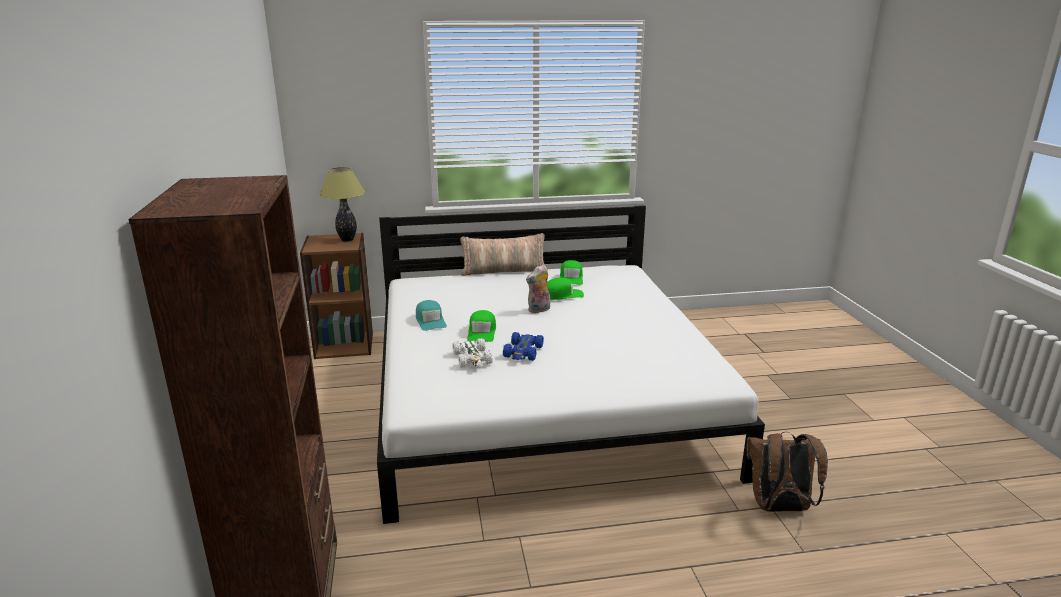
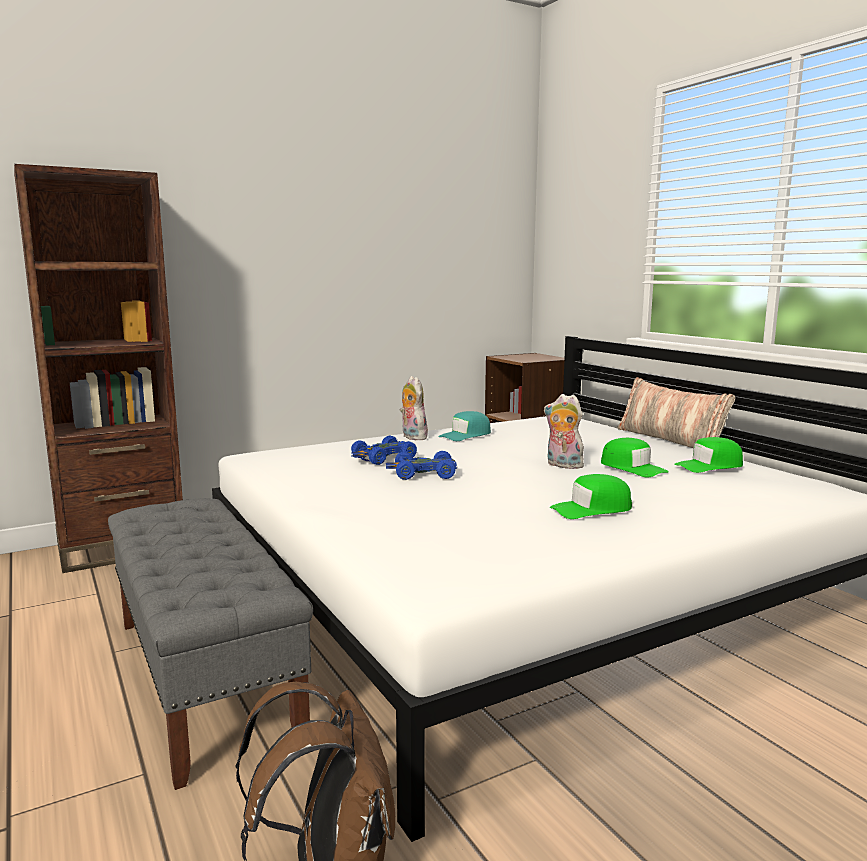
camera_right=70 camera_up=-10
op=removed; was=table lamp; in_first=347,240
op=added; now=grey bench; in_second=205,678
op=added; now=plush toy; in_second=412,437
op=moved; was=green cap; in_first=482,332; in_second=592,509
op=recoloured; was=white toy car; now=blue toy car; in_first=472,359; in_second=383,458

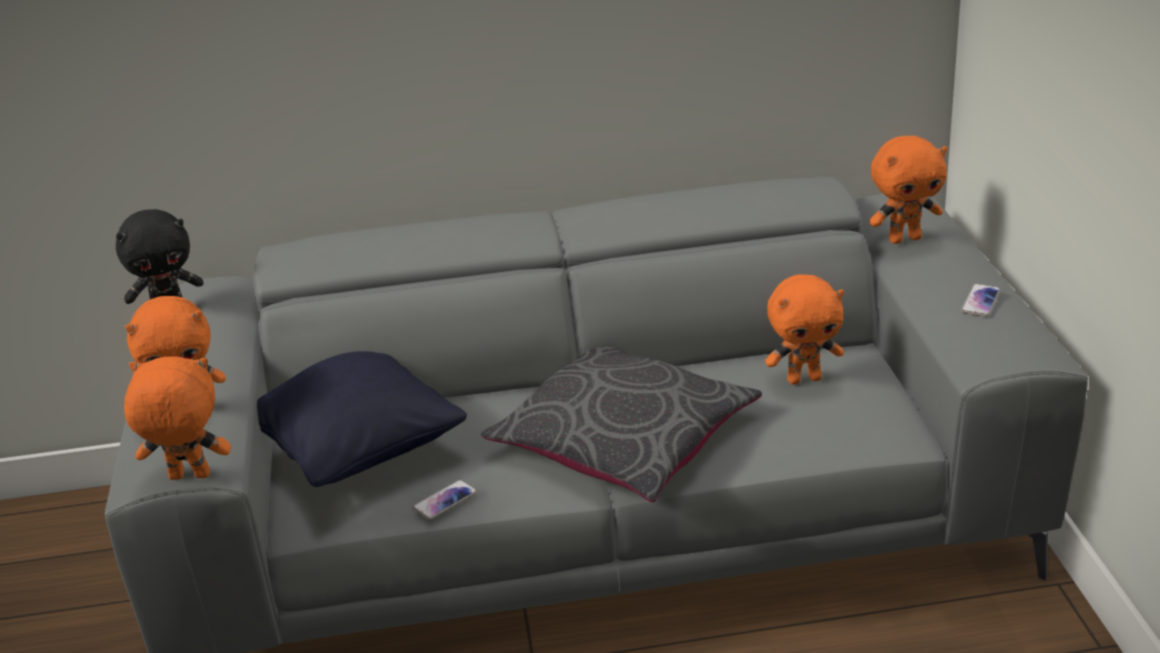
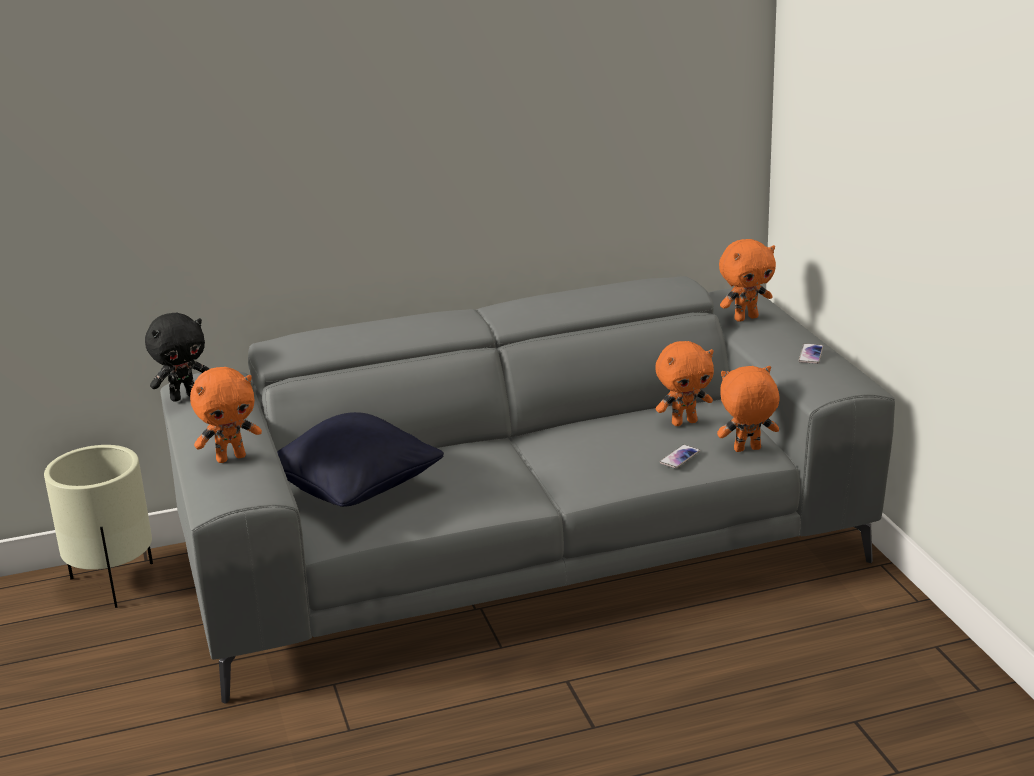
camera_right=-10 camera_up=-5
op=removed; was=grey pillow; in_first=625,440
op=added; now=beige planter; in_second=113,582
op=moved; was=orange plush toy; in_first=188,477; in_second=747,450
op=moved; was=phone; in_first=445,500; in_second=679,457

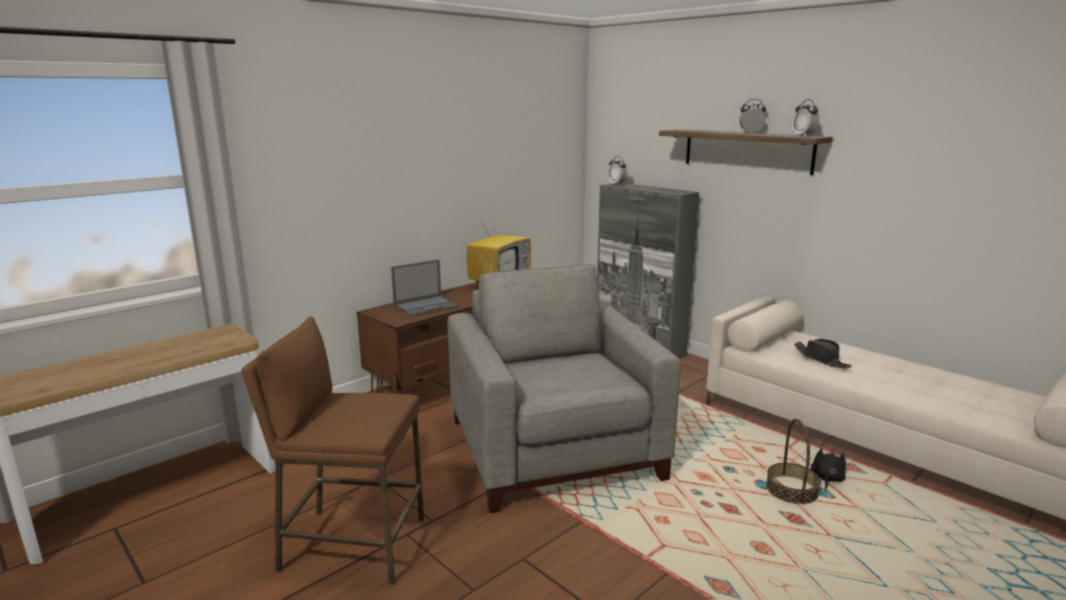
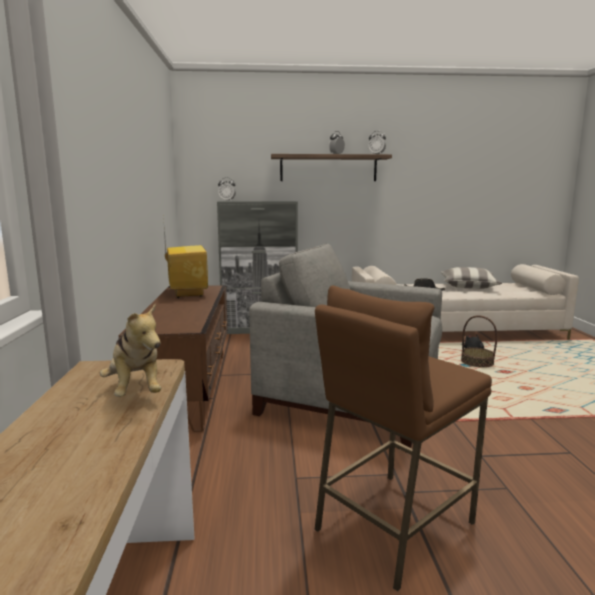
camera_right=-50 camera_up=-5
op=removed; was=laptop; in_first=426,306
op=added; now=plush toy; in_second=135,391
op=added; now=pillow; in_second=468,287

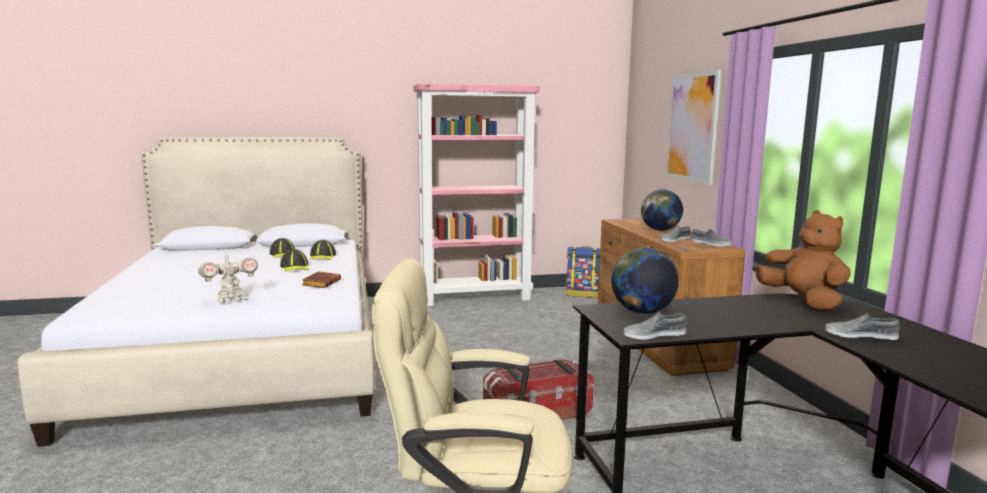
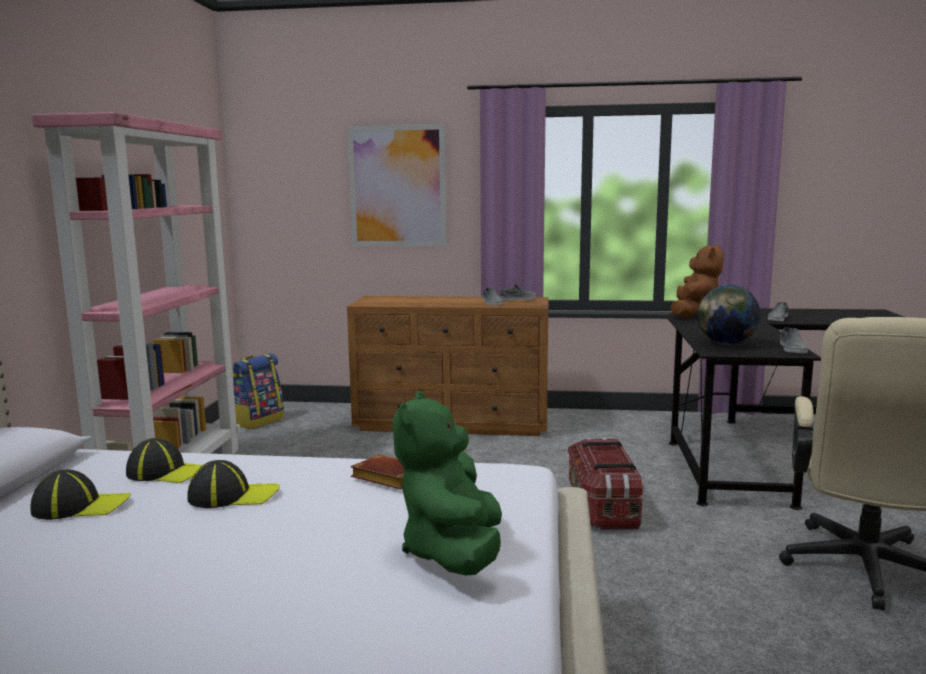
camera_right=-70 camera_up=0
op=removed; was=globe; in_first=660,230
op=replaced; was=toy robot; now=green plush toy; in_first=230,300; in_second=453,553
op=turned; was=brown plush toy; in_first=803,301; in_second=693,314; clockwise=120

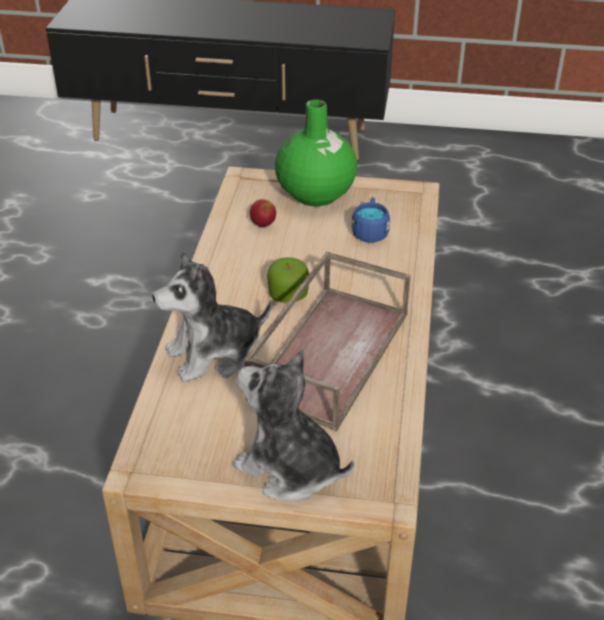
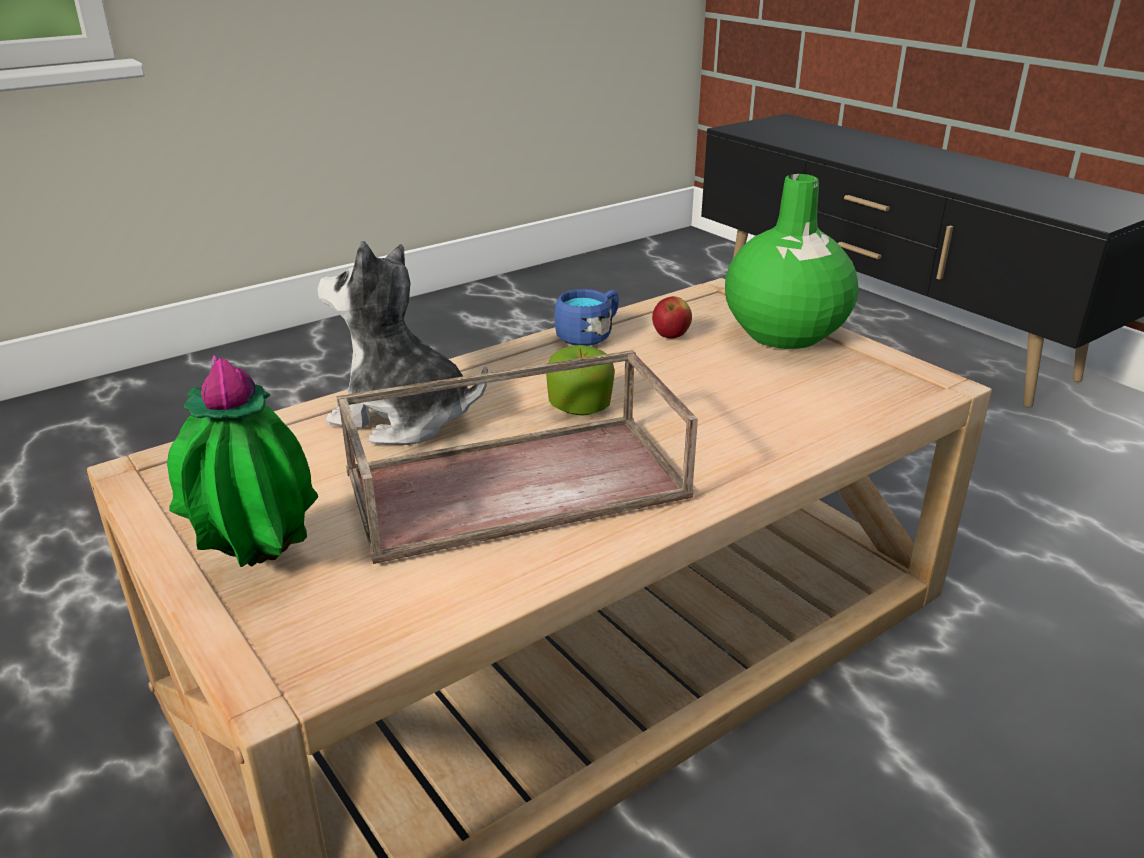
camera_right=45 camera_up=-10
op=moved; was=blue mug; in_first=370,231; in_second=589,335
op=replaced; was=plush toy; now=potted plant; in_first=290,468; in_second=258,568

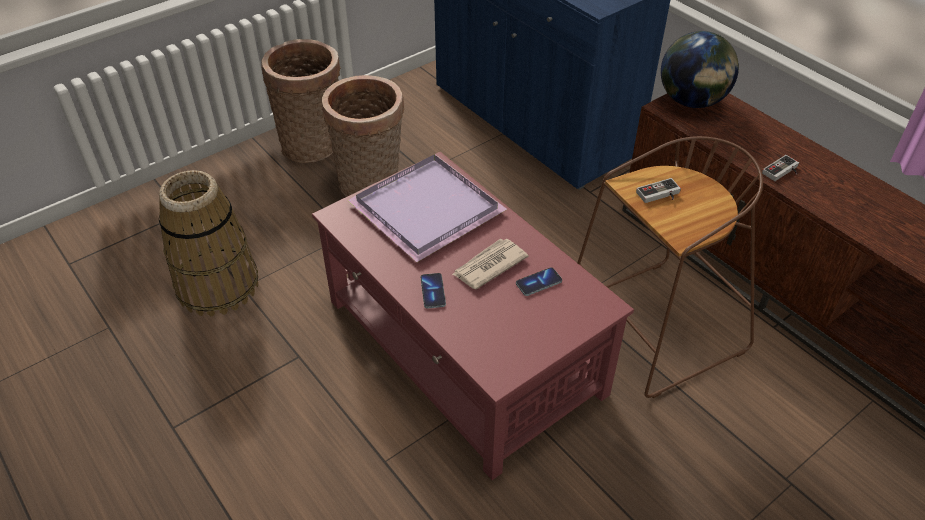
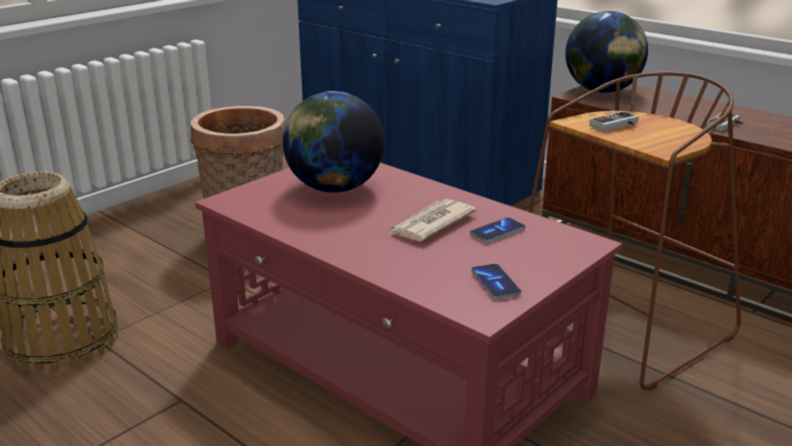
camera_right=-10 camera_up=-20
op=removed; was=basket; in_first=313,145
op=moved; was=phone; in_first=433,291; in_second=495,283
op=replaced; was=purple tray; now=globe; in_first=423,208; in_second=334,188

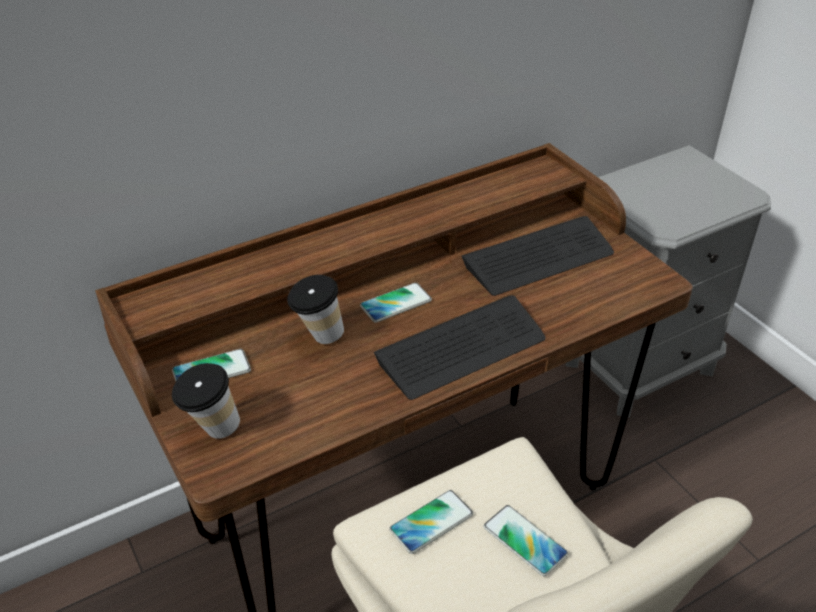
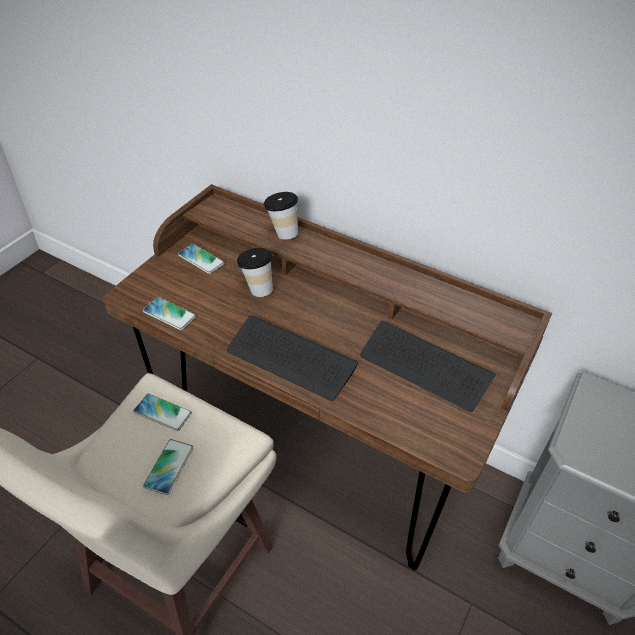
camera_right=60 camera_up=5
op=moved; was=cup; in_first=211,430; in_second=282,233
op=moved; was=phone; in_first=396,303; in_second=169,314

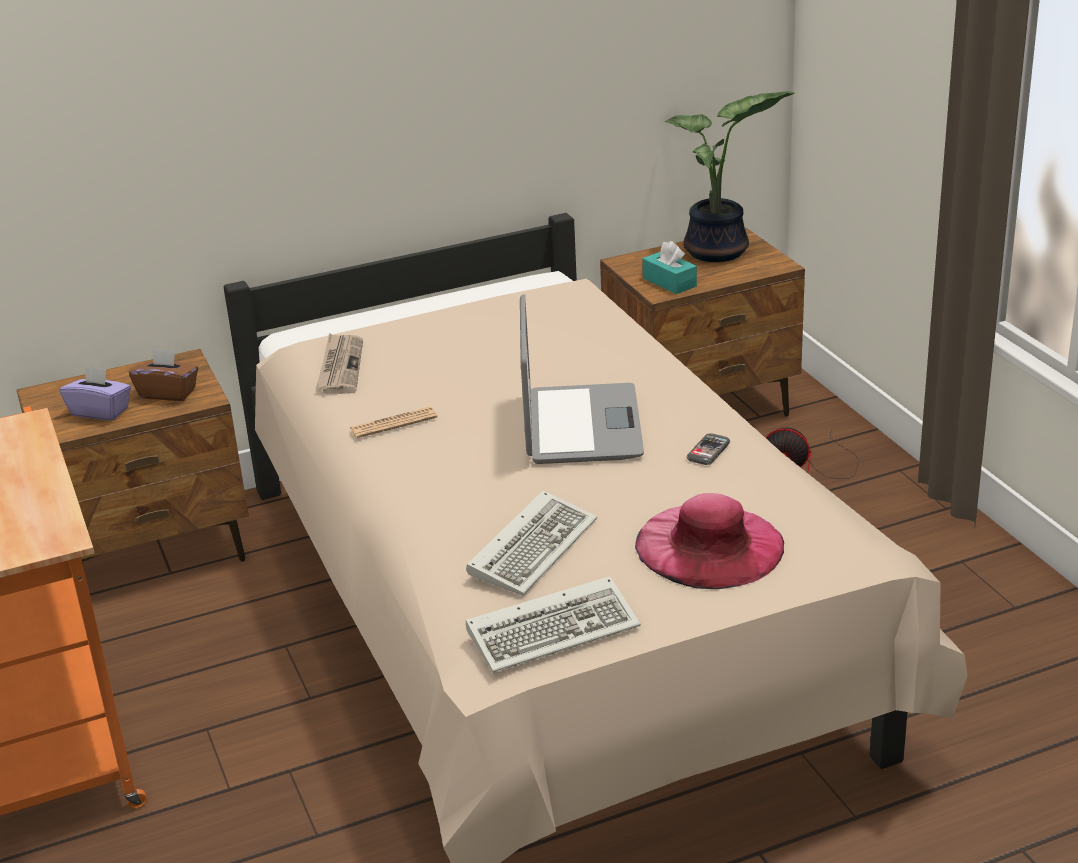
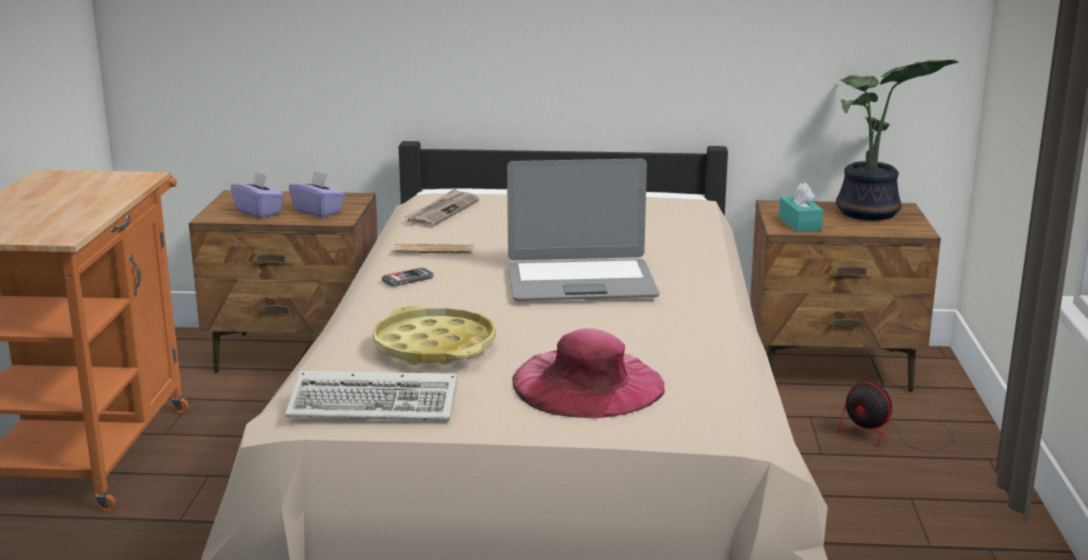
camera_right=25 camera_up=-10
op=moved; was=phone; in_first=708,451; in_second=407,279
op=replaced; was=keyboard; now=yellow tray; in_first=533,547; in_second=435,347
op=recoloured; was=brown tissue box; now=purple tissue box; in_first=168,393; in_second=318,212
op=turned; was=laptop; in_first=580,426; in_second=581,282; clockwise=60

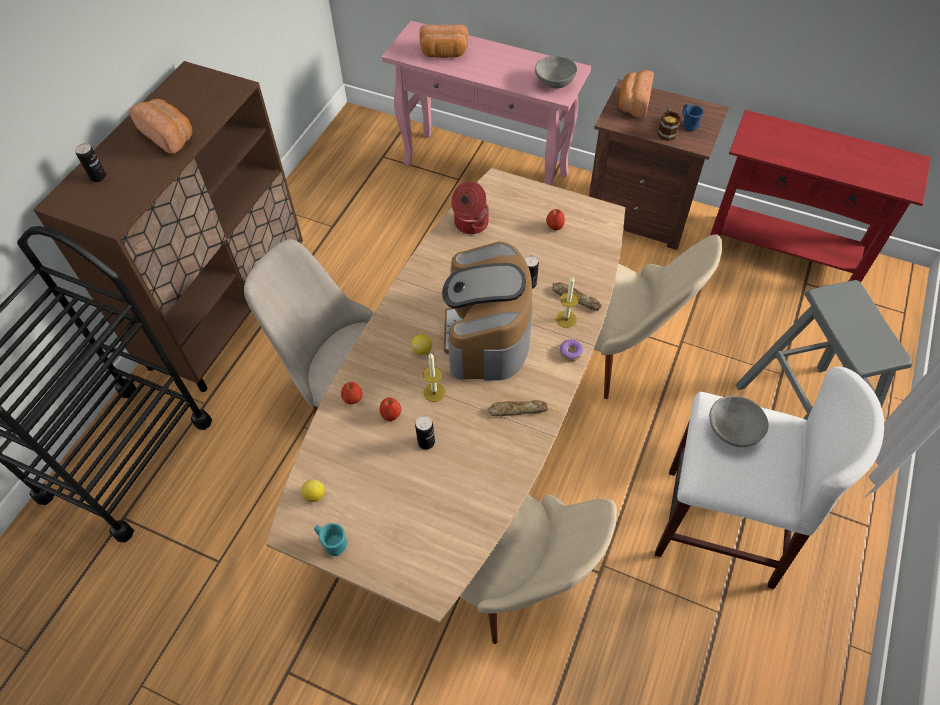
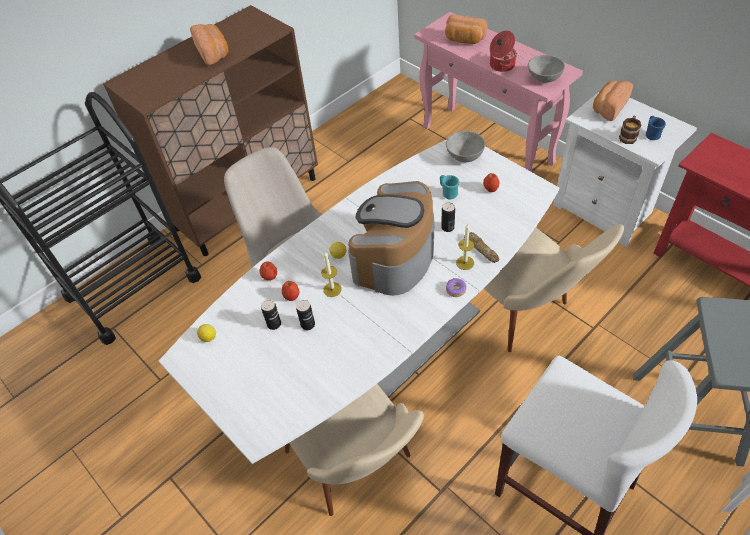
camera_right=25 camera_up=-5
op=removed; was=bread; in_first=517,409
op=moved; was=can; in_first=98,177; in_second=274,324
op=moved; was=turquoise mug; in_first=332,543; in_second=448,193
op=moved; was=cooking pot; in_first=470,223; in_second=501,65
op=moved; was=grey bowl; in_first=731,432; in_second=464,157
op=recoloured; was=brown dining table; now=white dining table; in_first=471,440; in_second=383,350
op=recoloured; was=brown nightstand; now=white nightstand; in_first=640,214; in_second=605,210

